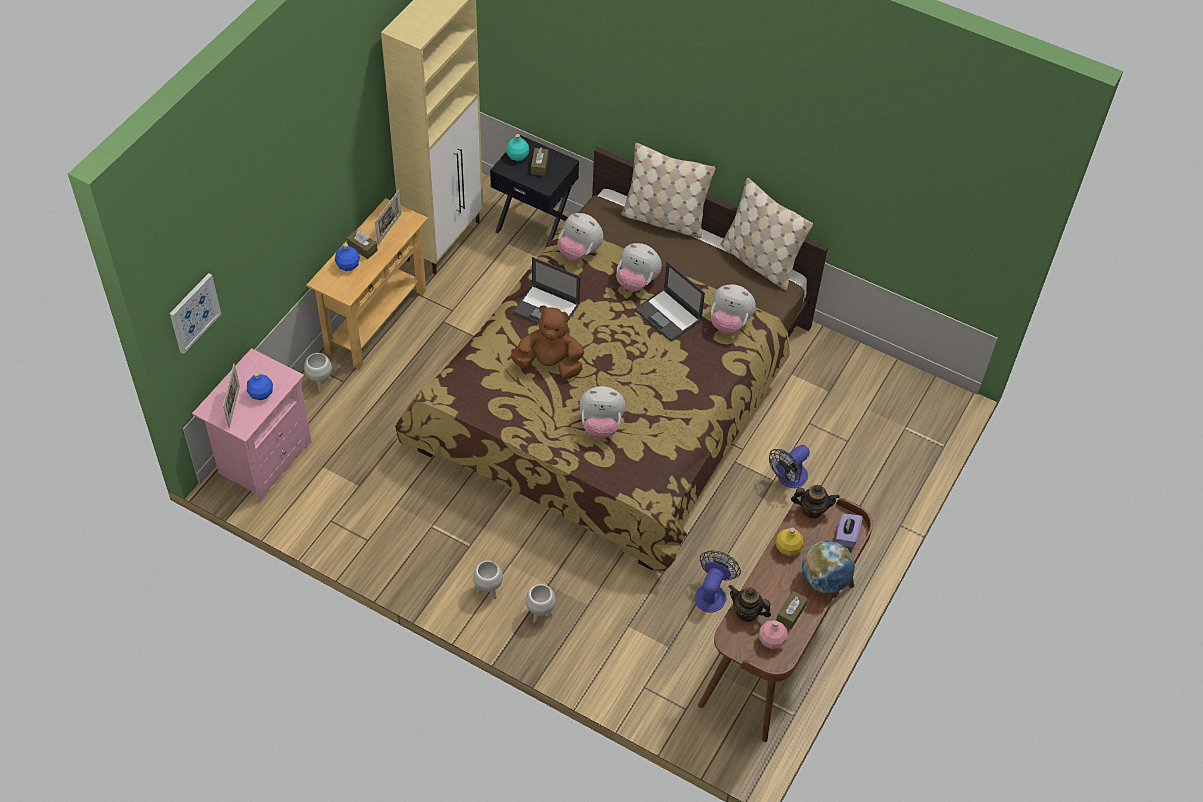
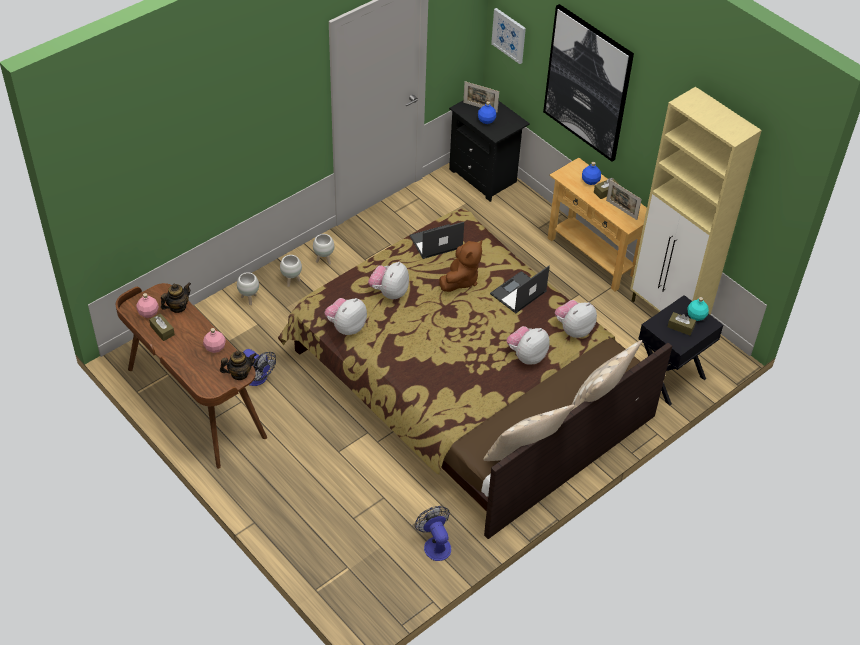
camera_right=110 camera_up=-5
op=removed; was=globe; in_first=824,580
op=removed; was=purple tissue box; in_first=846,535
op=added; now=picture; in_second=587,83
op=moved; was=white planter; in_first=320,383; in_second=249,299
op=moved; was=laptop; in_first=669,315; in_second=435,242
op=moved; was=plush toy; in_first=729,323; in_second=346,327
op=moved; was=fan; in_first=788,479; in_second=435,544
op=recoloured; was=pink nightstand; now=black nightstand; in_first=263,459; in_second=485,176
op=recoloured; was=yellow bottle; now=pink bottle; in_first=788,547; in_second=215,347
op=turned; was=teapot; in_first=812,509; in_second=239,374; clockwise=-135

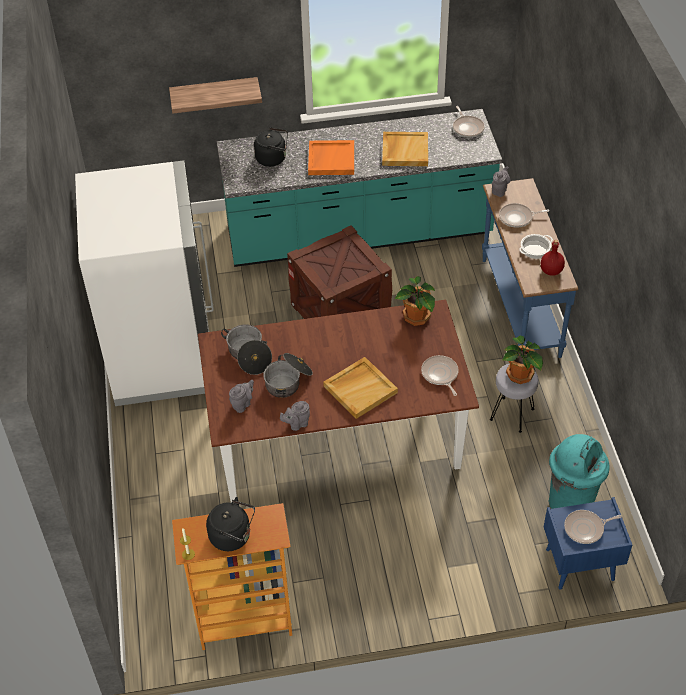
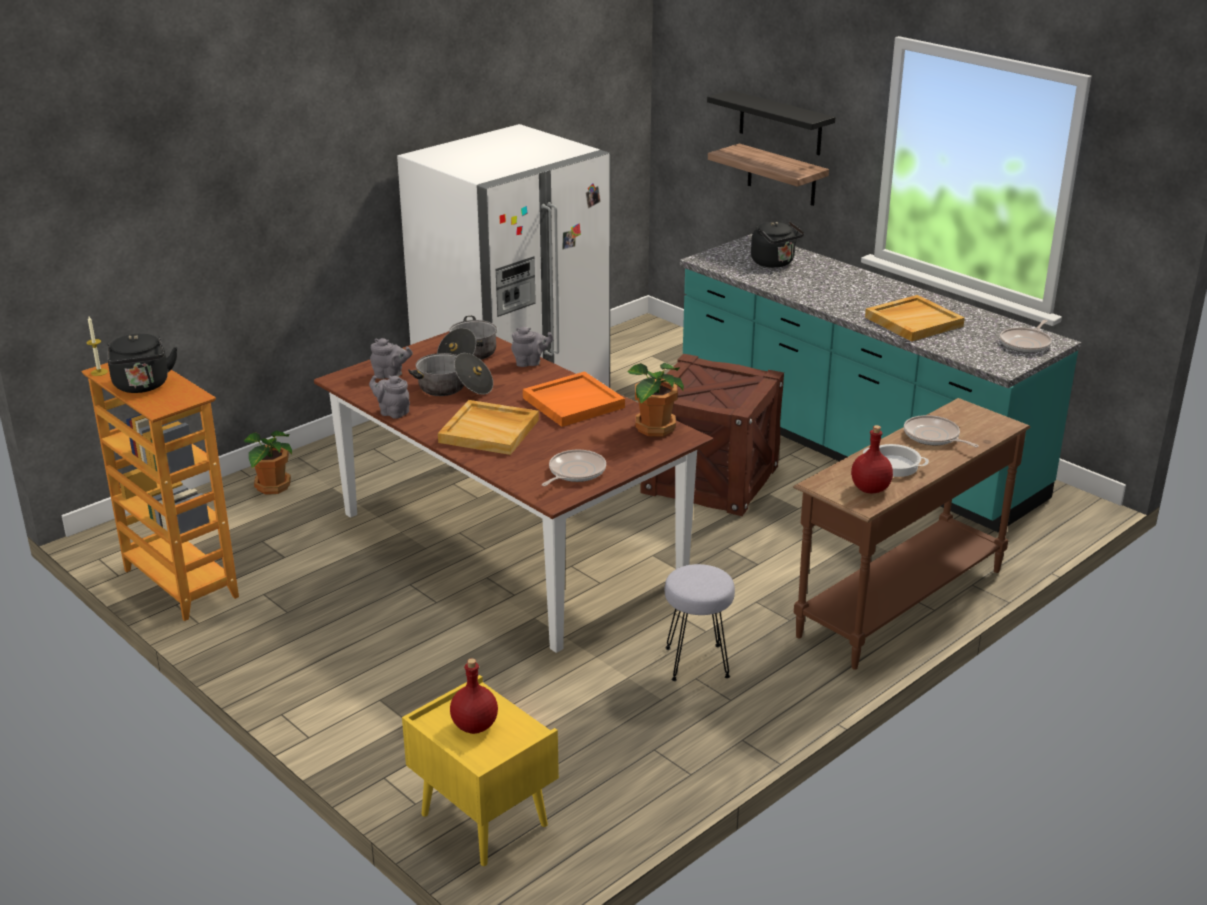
camera_right=55 camera_up=-20
op=removed; was=turquoise trash can; in_first=570,504
op=added; now=black shelf; in_second=780,123
op=moved; was=orange tray; in_first=331,159; in_second=573,402
op=moved; was=grey teapot; in_first=499,190; in_second=530,363
op=moved; was=potted plant; in_first=520,375; in_second=271,487
op=replaced; was=frying pan; now=red bottle; in_first=586,529; in_second=475,726
op=recoloured; was=blue console table; now=brown console table; in_first=519,307; in_second=898,601
op=recoloured; was=blue nightstand; now=yellow nightstand; in_first=579,565; in_second=482,820

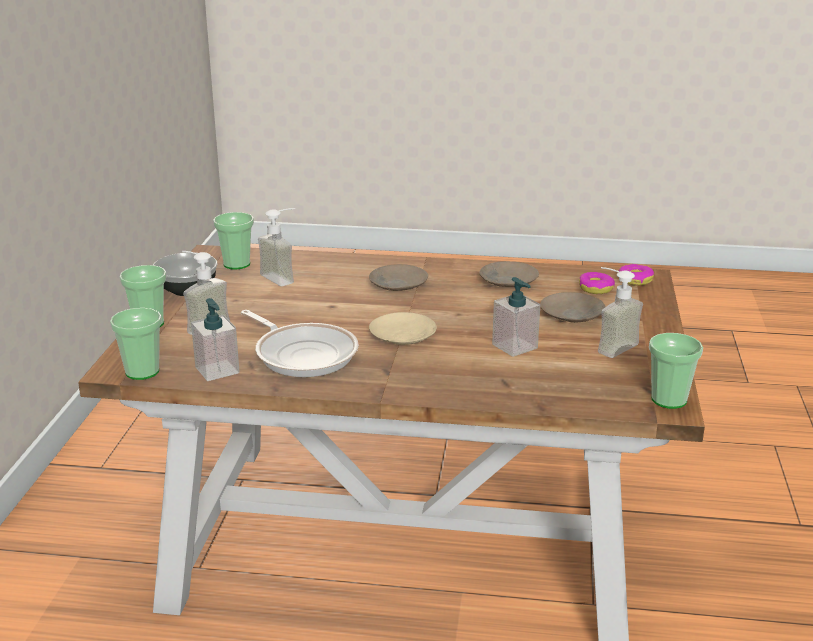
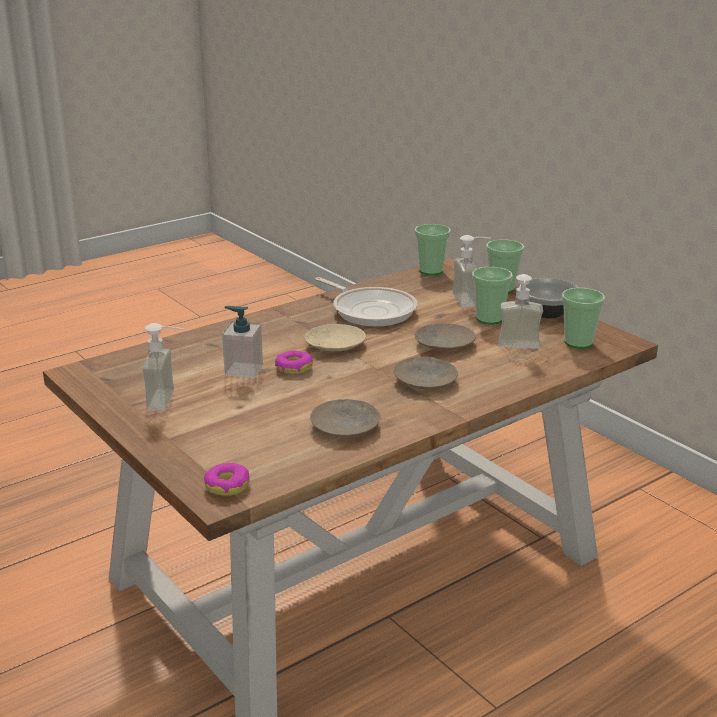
camera_right=135 camera_up=0
op=removed; was=soap dispenser; in_first=217,370
op=moved; was=beige plate; in_first=572,315; in_second=443,344
op=moved; was=donut; in_first=596,288; in_second=293,368
op=moved; was=cup; in_first=669,400; in_second=489,319
op=turned; was=frying pan; in_first=303,354; in_second=371,310; clockwise=-135

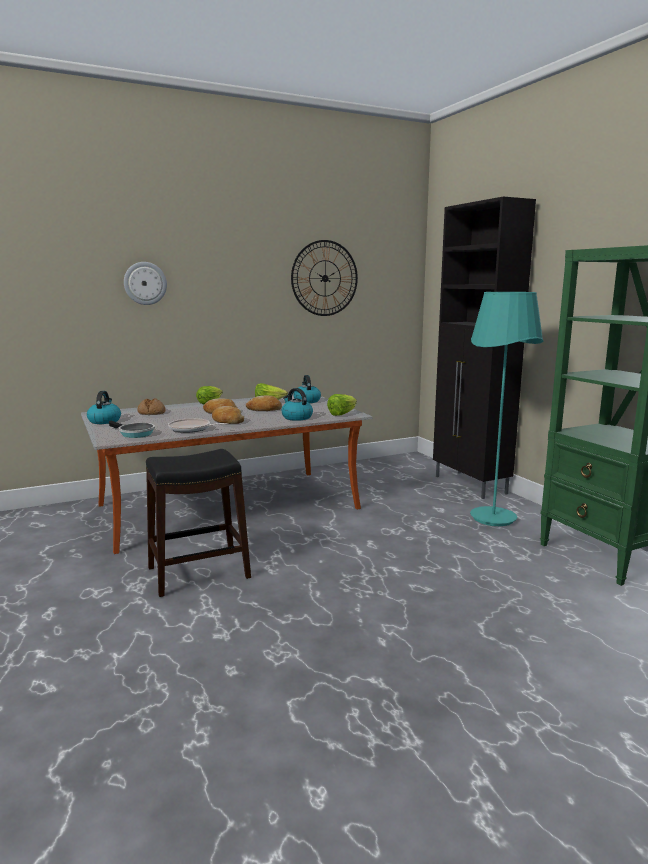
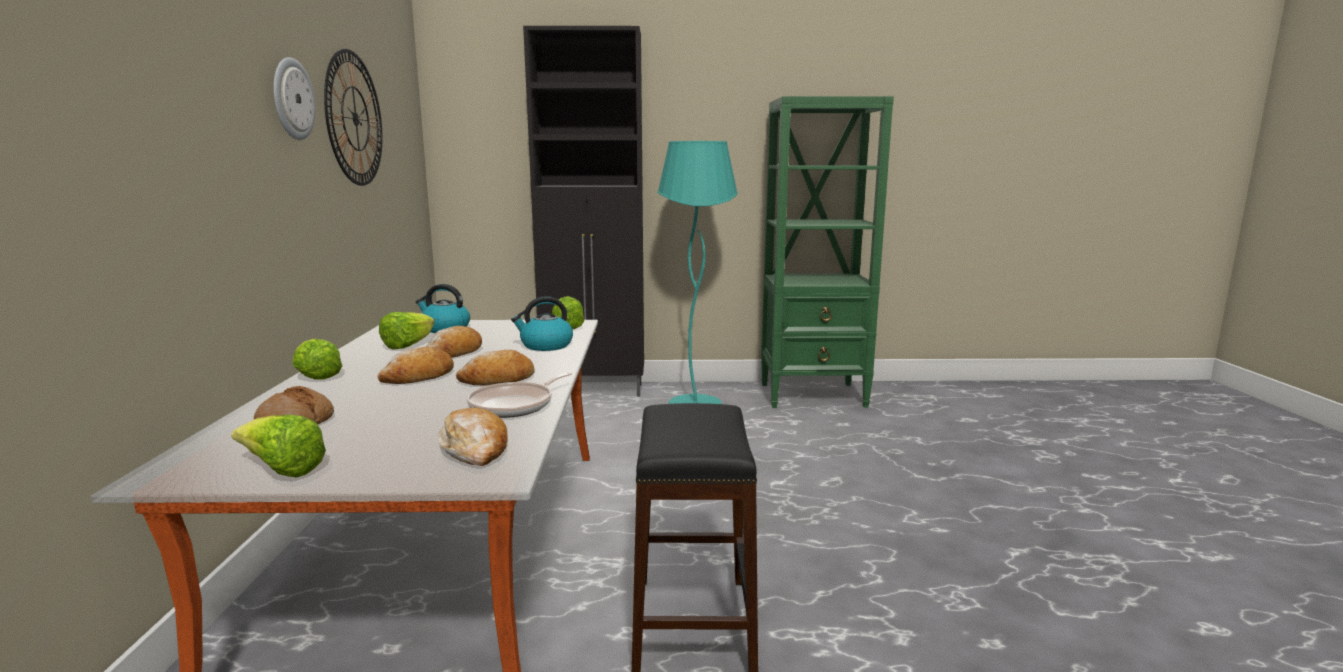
camera_right=-65 camera_up=0
op=moved; was=wall clock; in_first=145,283; in_second=292,99
op=replaced; was=kettle; now=lettuce; in_first=104,421; in_second=282,470
op=replaced; was=frying pan; now=bread; in_first=134,434; in_second=475,449

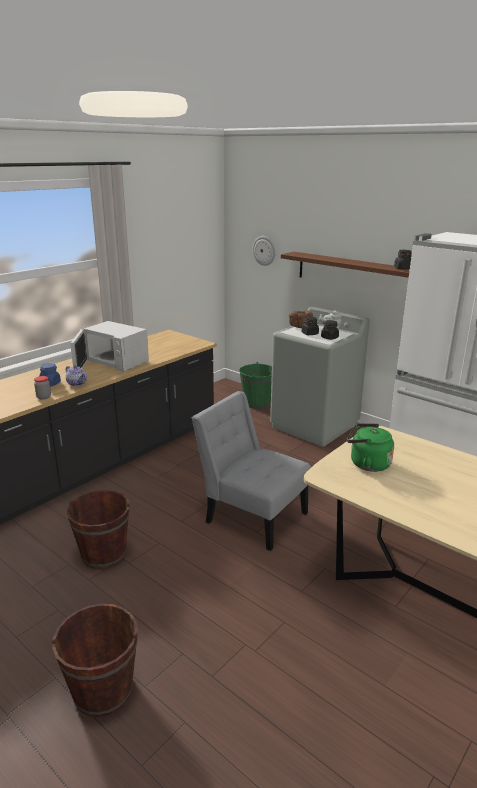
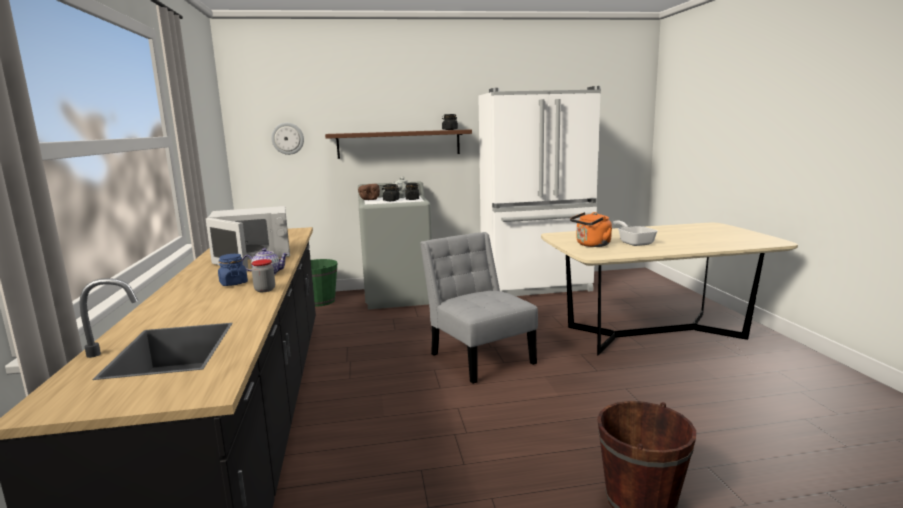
camera_right=-50 camera_up=-10
op=removed; was=brown bucket; in_first=104,554
op=added; now=frying pan; in_second=634,242
op=recoloured; was=green kettle; now=orange kettle; in_first=367,464; in_second=591,245
op=turned; was=grey chair; in_first=252,515; in_second=479,356; clockwise=75

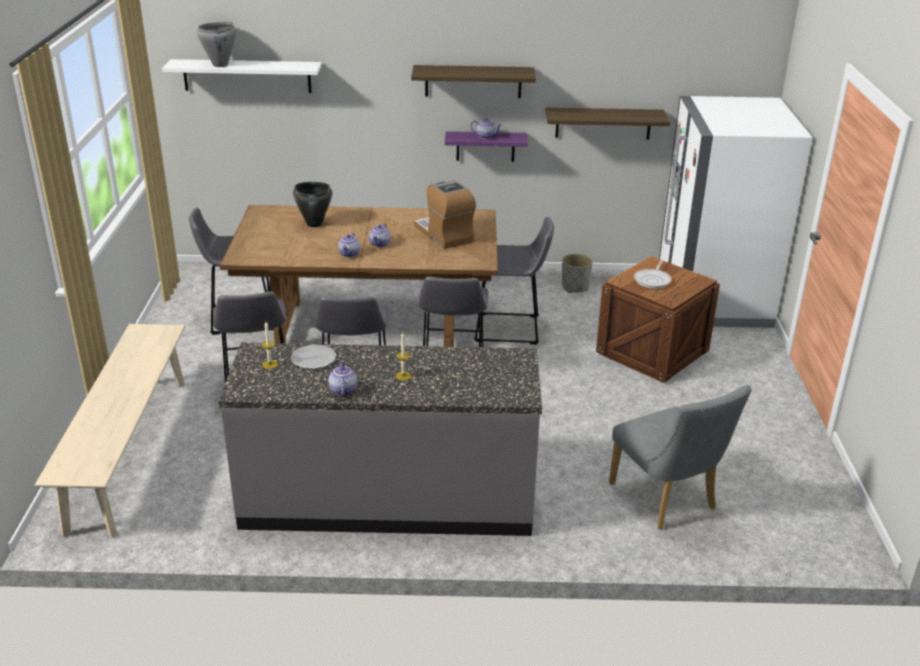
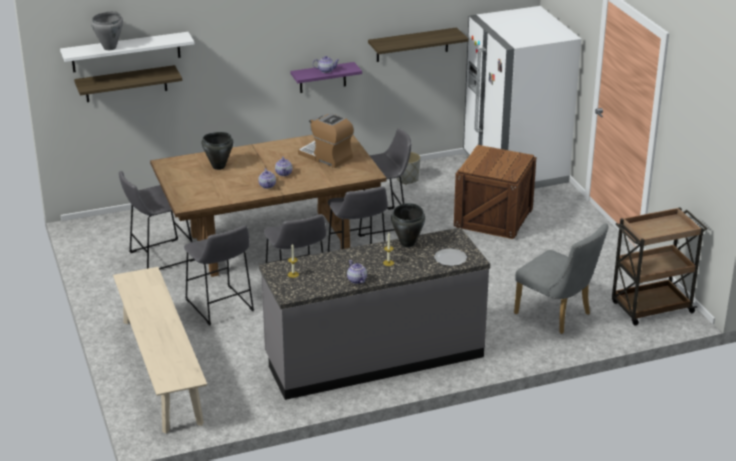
camera_right=-20 camera_up=0
op=removed; was=frying pan; in_first=653,280
op=added; now=black cooking pot; in_second=408,243
op=added; now=brown cart; in_second=650,308
op=moved; was=plate; in_first=313,358; in_second=450,258
op=moved; was=shelf; in_first=473,81; in_second=126,84

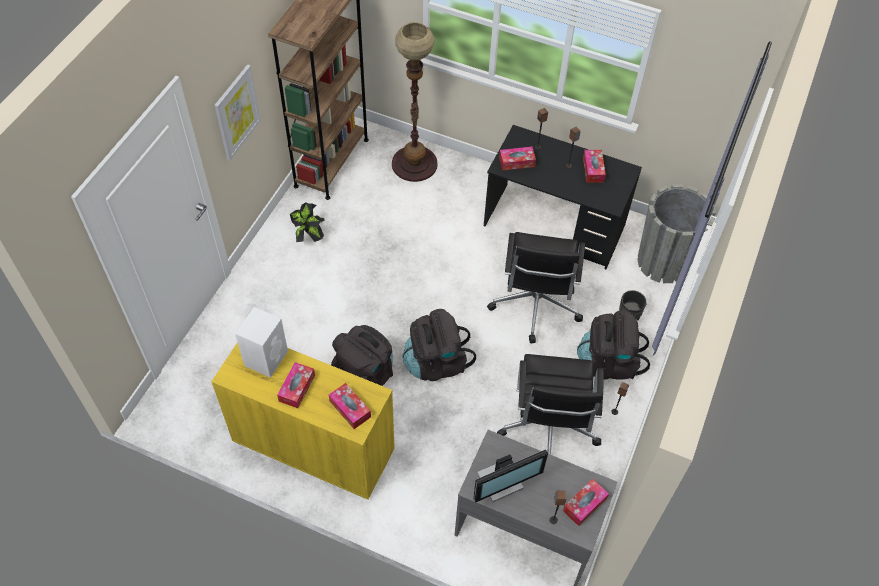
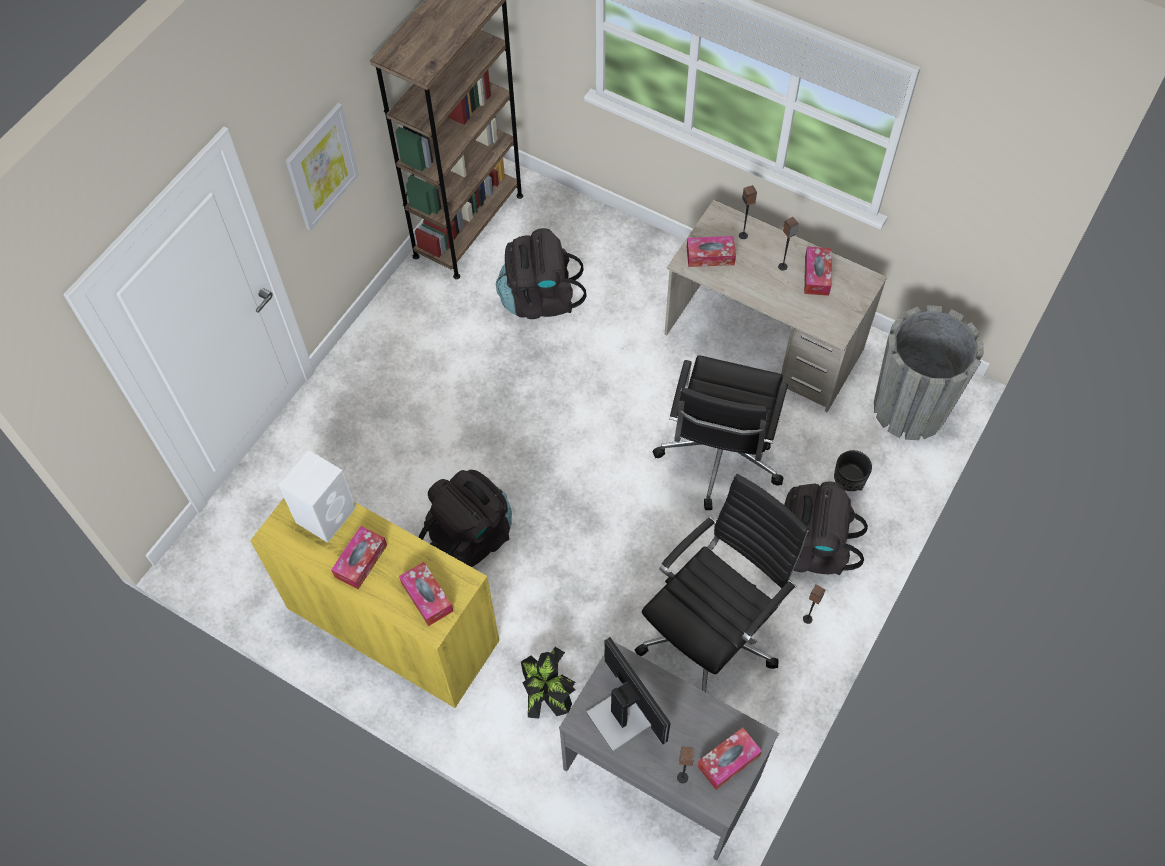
camera_right=10 camera_up=5
op=removed; was=floor lamp; in_first=414,164
op=moved; was=potted plant; in_first=308,235; in_second=548,694
op=moved; was=black backpack; in_first=436,362; in_second=539,299
op=recoloured; was=black desk; now=beige desk; in_first=554,226; in_second=763,343
op=turned; was=monitor; in_first=501,482; in_second=620,717; clockwise=-105
op=turned; was=black office chair; in_first=548,429; in_second=712,634; clockwise=-150

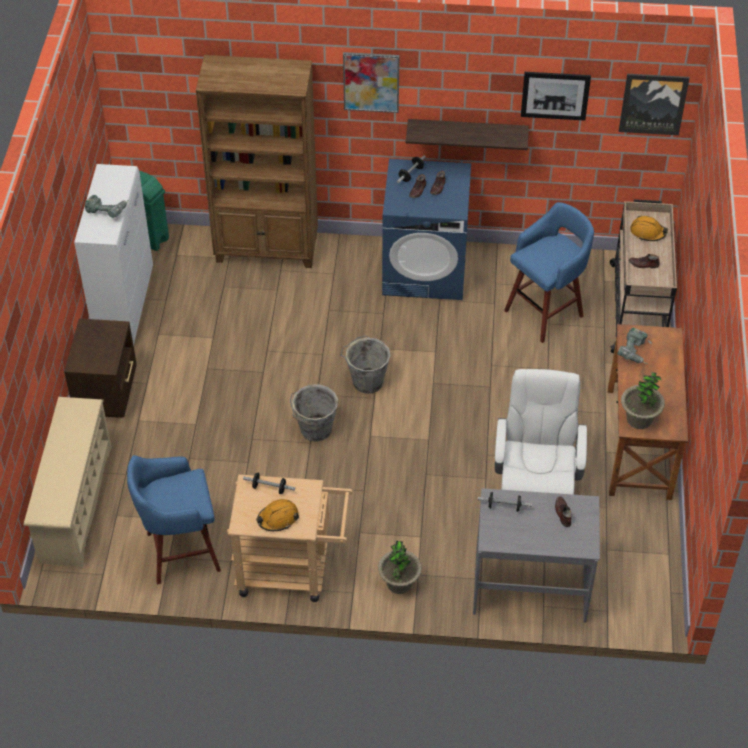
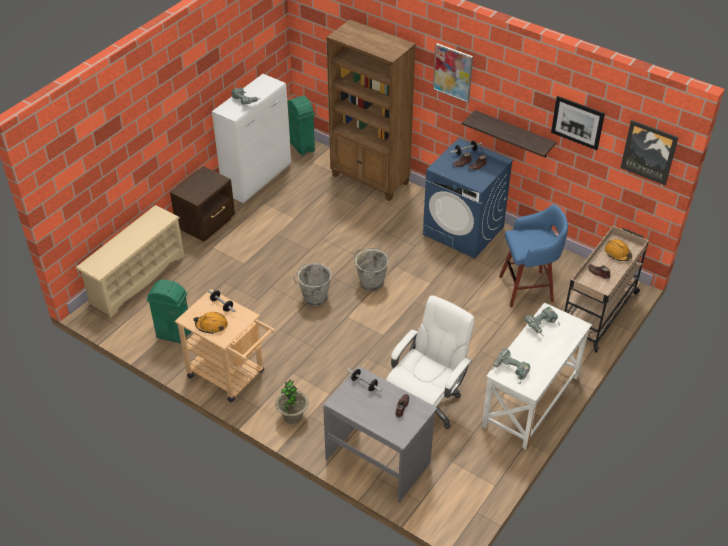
camera_right=30 camera_up=-5
op=replaced; was=blue stool; now=green trash can; in_first=180,552; in_second=174,334
op=replaced; was=potted plant; now=power drill; in_first=639,419; in_second=510,371
op=recoloured; was=brown desk; now=white desk; in_first=639,443; in_second=531,401

